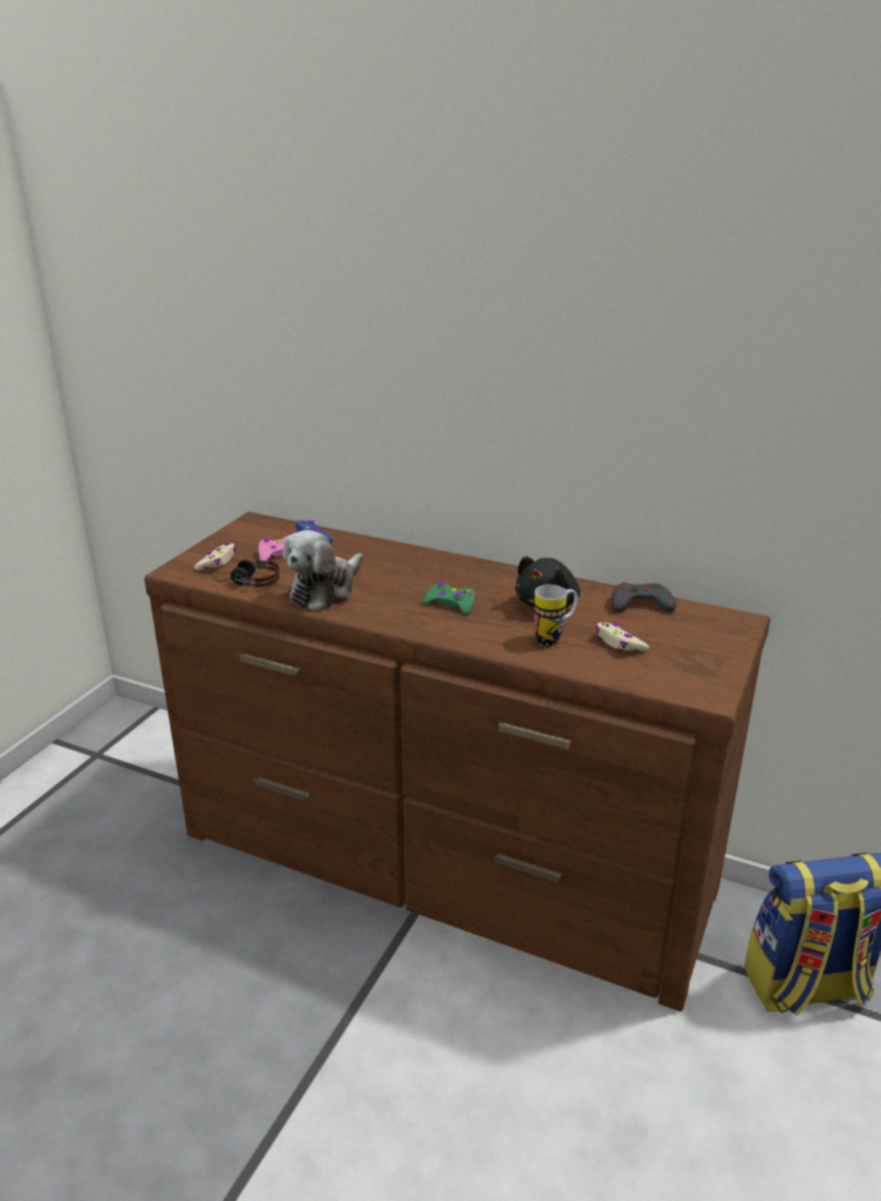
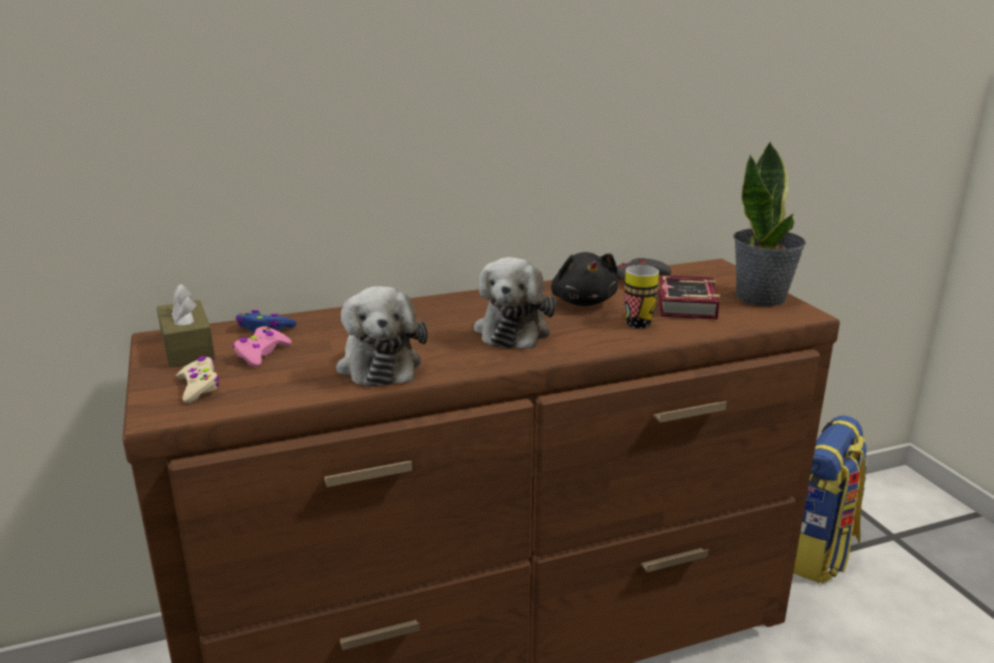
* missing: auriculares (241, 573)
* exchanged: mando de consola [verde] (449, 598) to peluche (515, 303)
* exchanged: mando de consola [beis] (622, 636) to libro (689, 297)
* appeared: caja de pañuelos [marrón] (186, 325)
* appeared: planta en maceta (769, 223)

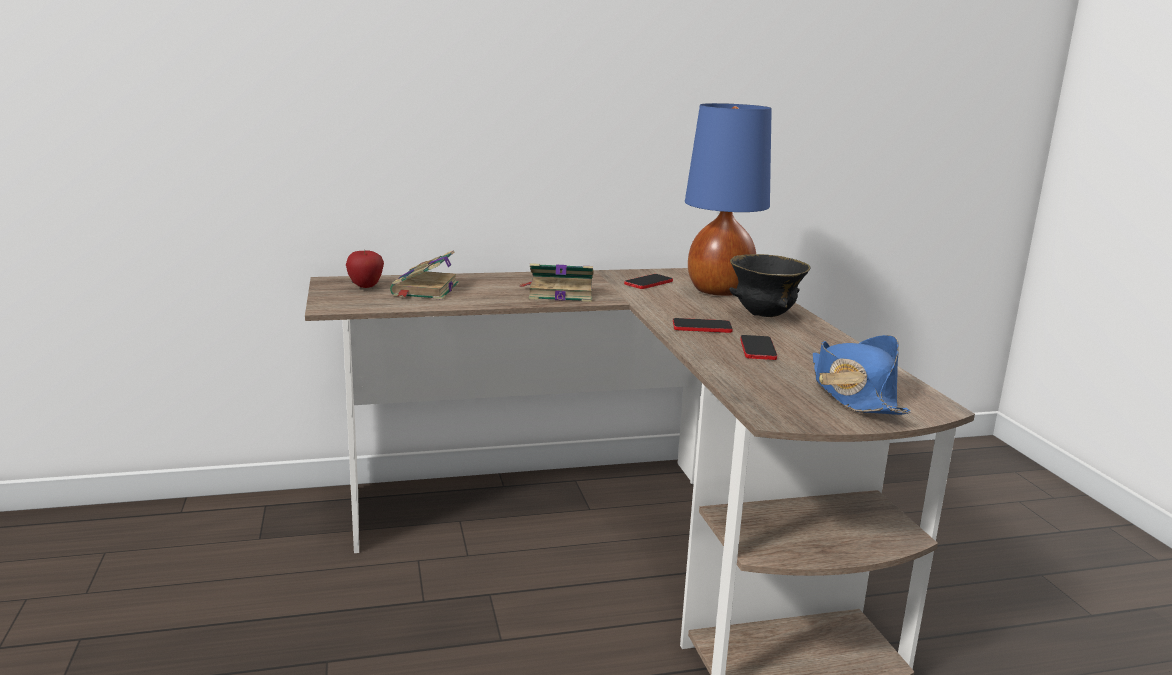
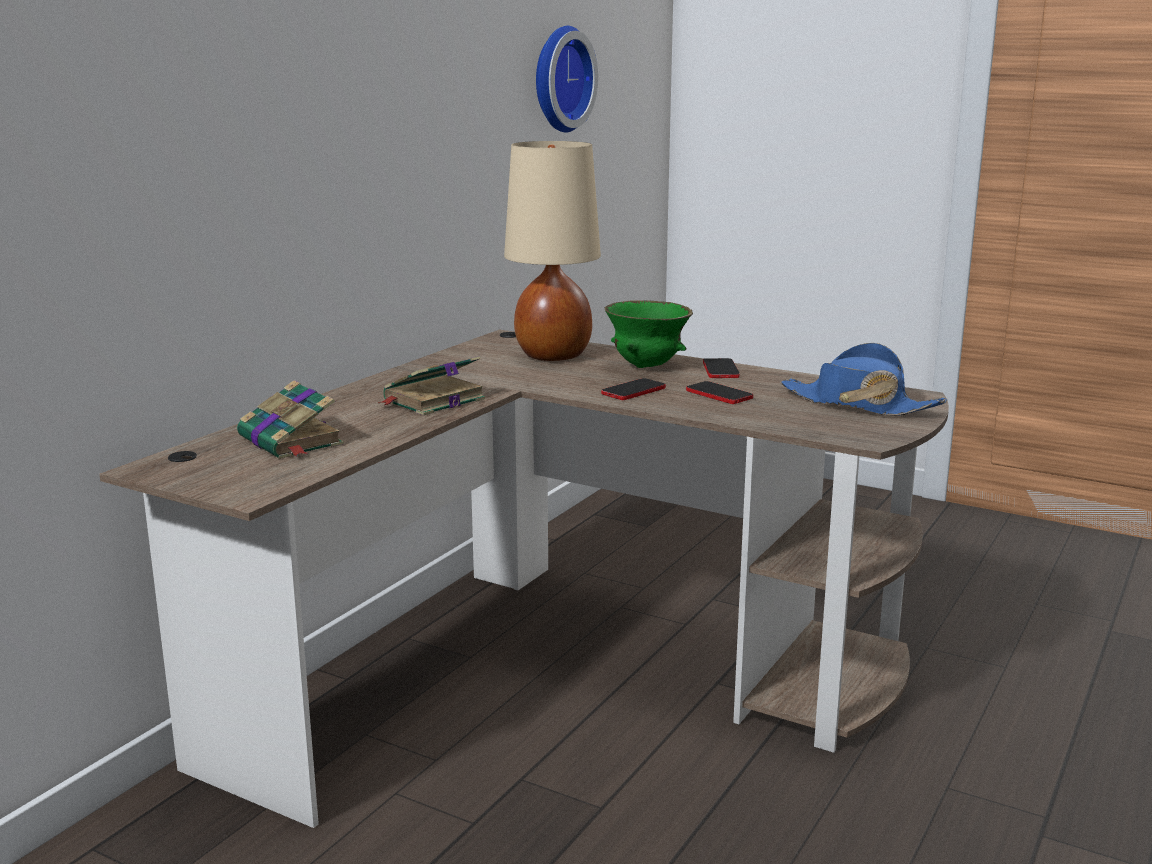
* missing: manzana (365, 268)
* relocated: móvil (648, 281) to (721, 368)
* colour: lámpara de mesa [azul] (728, 199) to lámpara de mesa [beis] (552, 251)
* colour: cuenco [negro] (770, 285) to cuenco [verde] (649, 334)
* appeared: reloj de pared (567, 79)

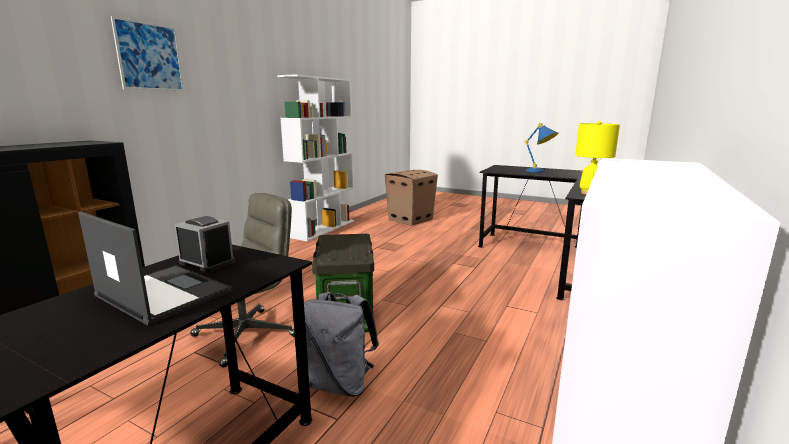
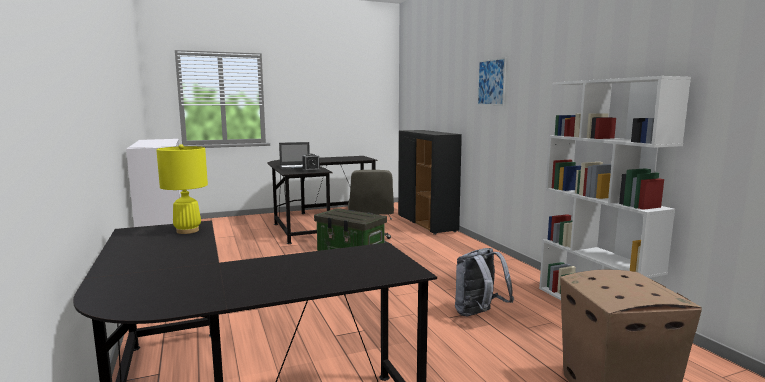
* relocated: mochila [gris] (341, 344) to (484, 282)
* missing: lámpara de mesa [azul] (541, 148)

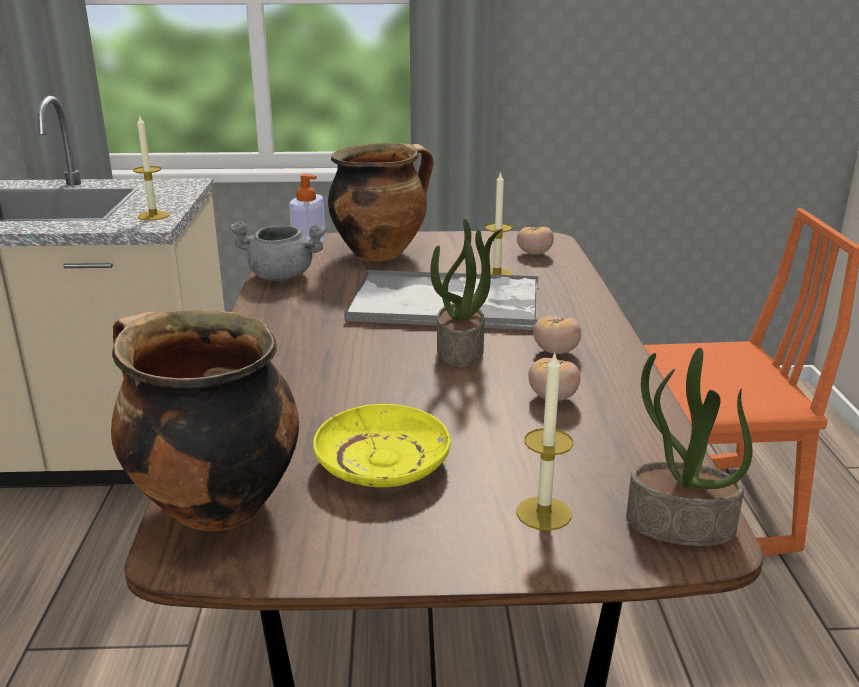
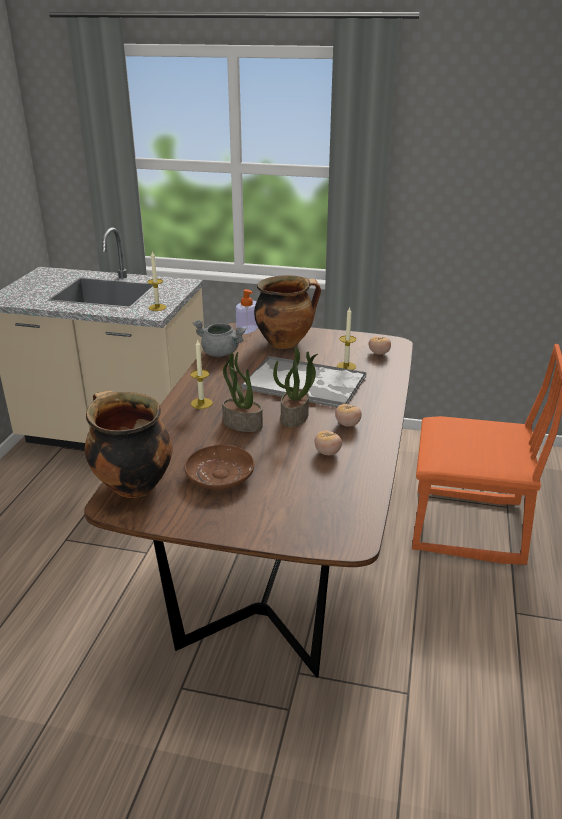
* colour: plato [amarillo] (382, 445) to plato [marrón] (219, 467)
* relocated: vela (545, 441) to (201, 374)
* relocated: planta en maceta (689, 447) to (242, 392)

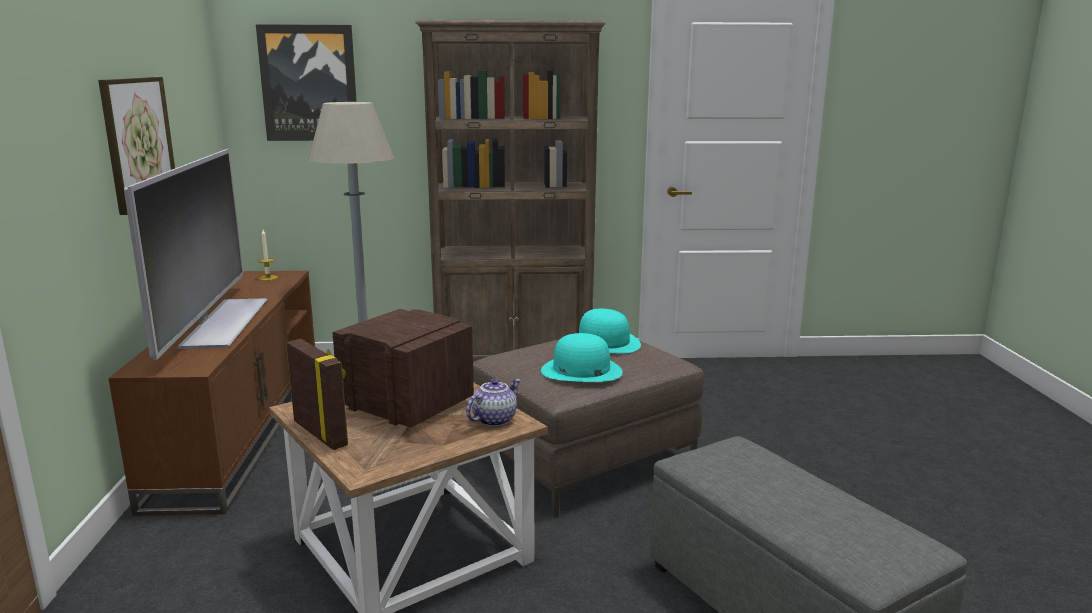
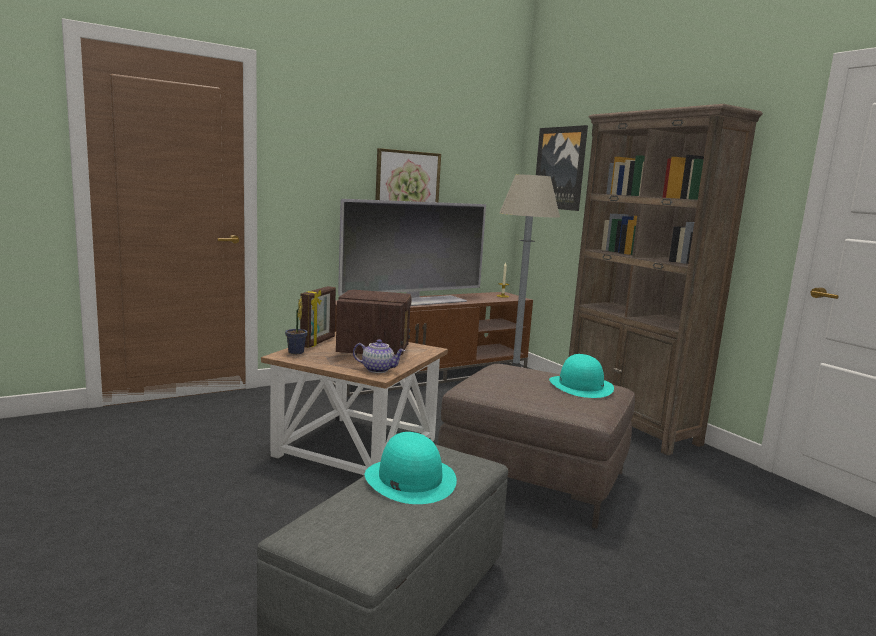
* relocated: sombrero [turquesa] (582, 357) to (411, 468)
* appeared: planta en maceta (296, 325)

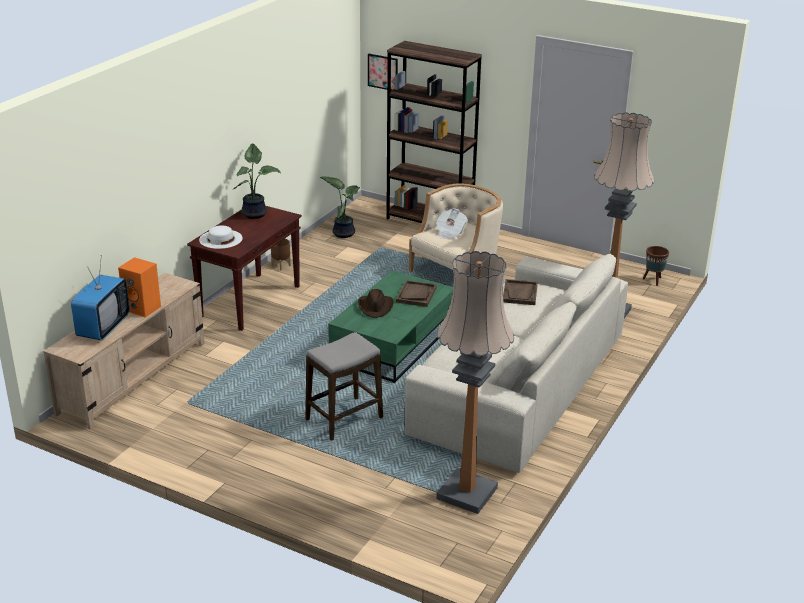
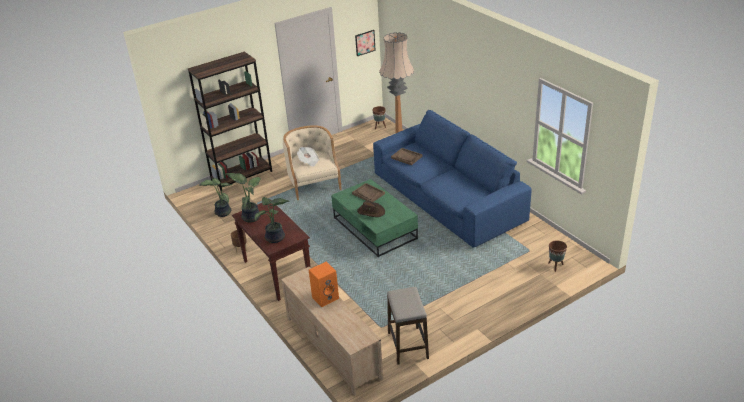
* missing: televisor (100, 298)
* exchanged: sombrero [blanco] (221, 237) to planta en maceta (272, 220)
* relocated: taburete (344, 386) to (408, 326)
* relocated: cuadro (383, 71) to (365, 43)
* colour: sofá [beis] (516, 363) to sofá [azul] (452, 179)
* missing: lámpara de pie (475, 382)
* appeared: maceta [marrón] (557, 256)

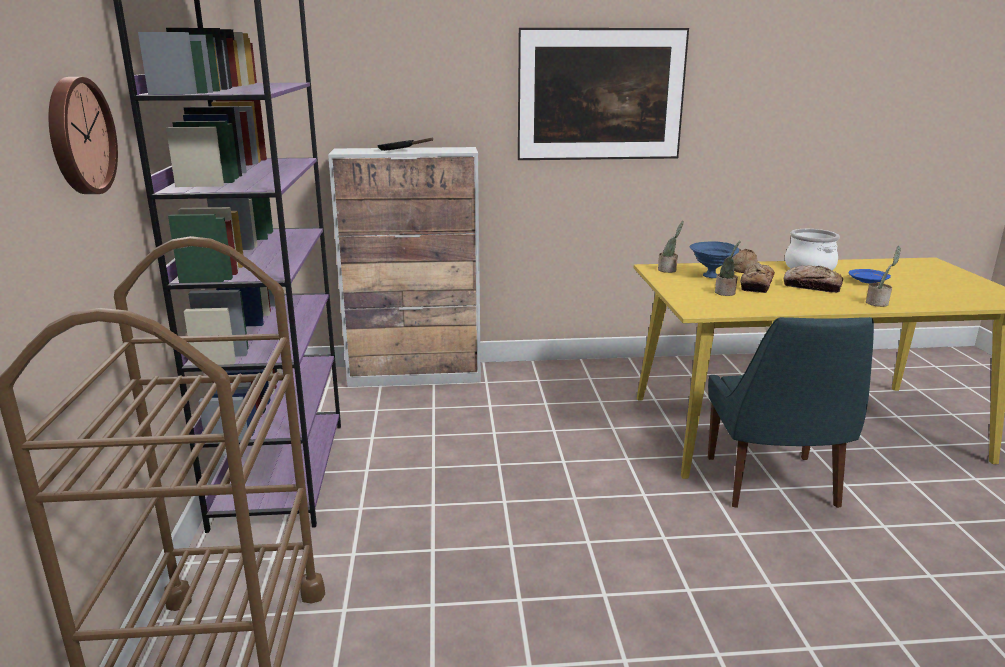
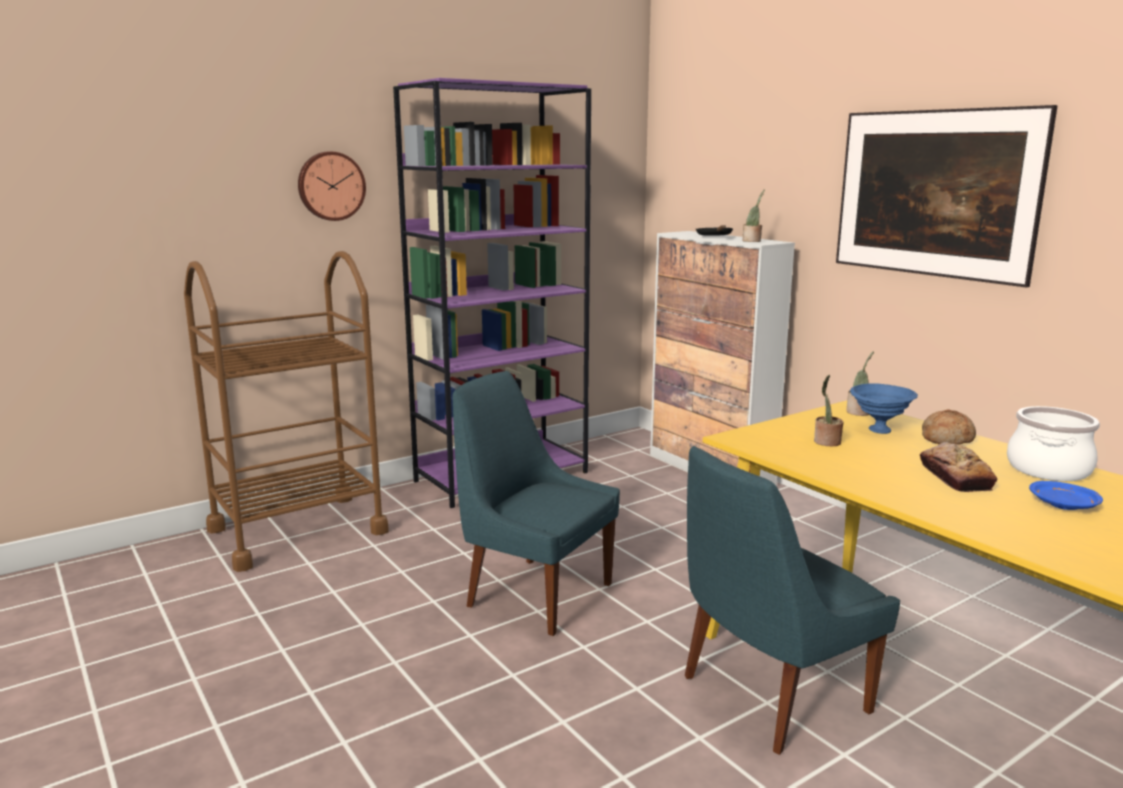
* missing: pan (757, 277)
* relocated: planta en maceta (883, 276) to (753, 215)
* appeared: silla [azul] (536, 503)

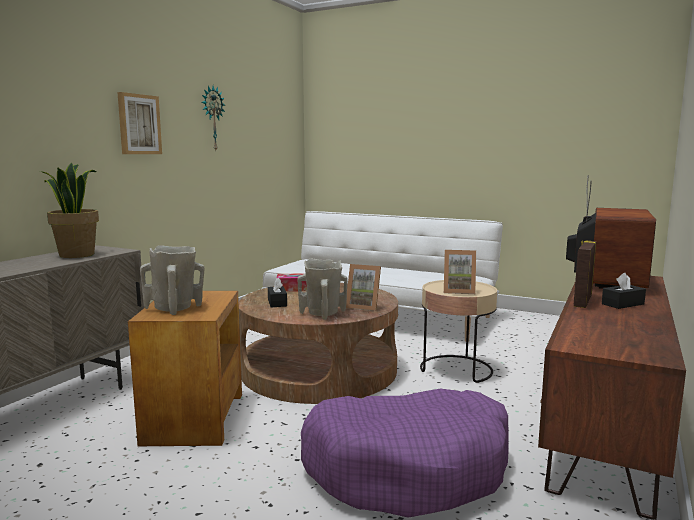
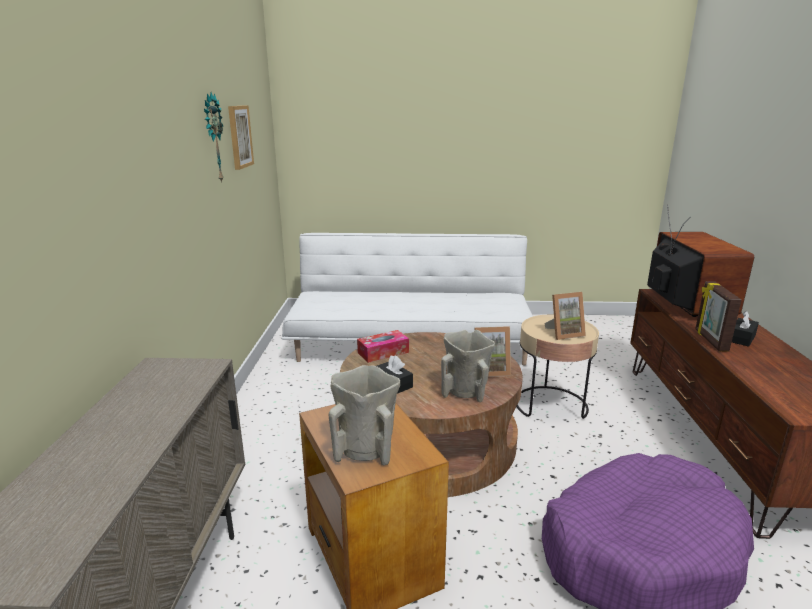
* missing: planta en maceta (69, 210)
* relocated: cuadro (139, 123) to (241, 138)

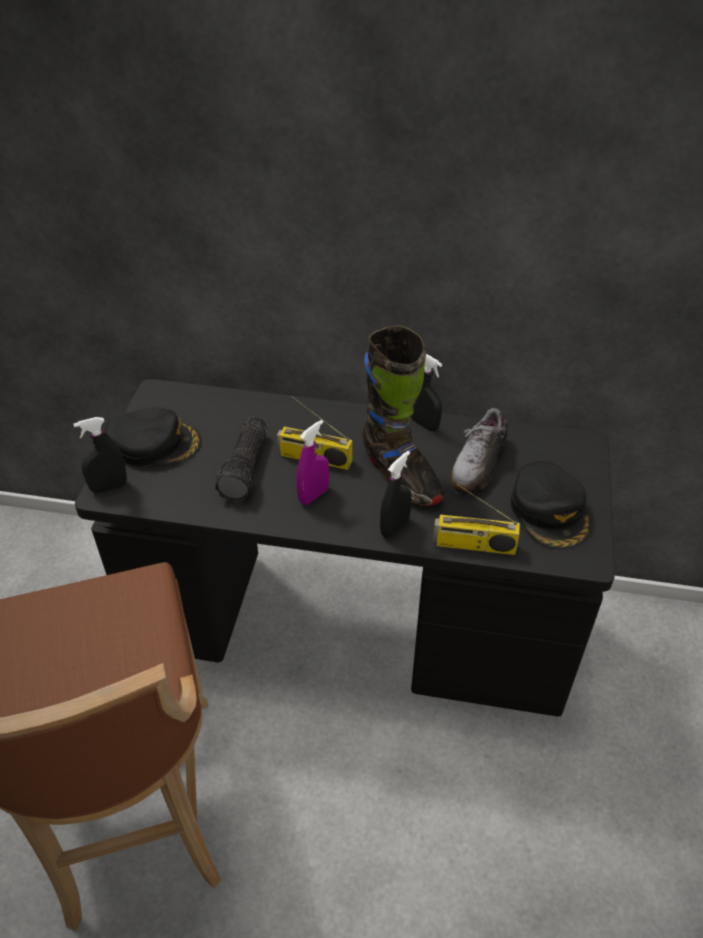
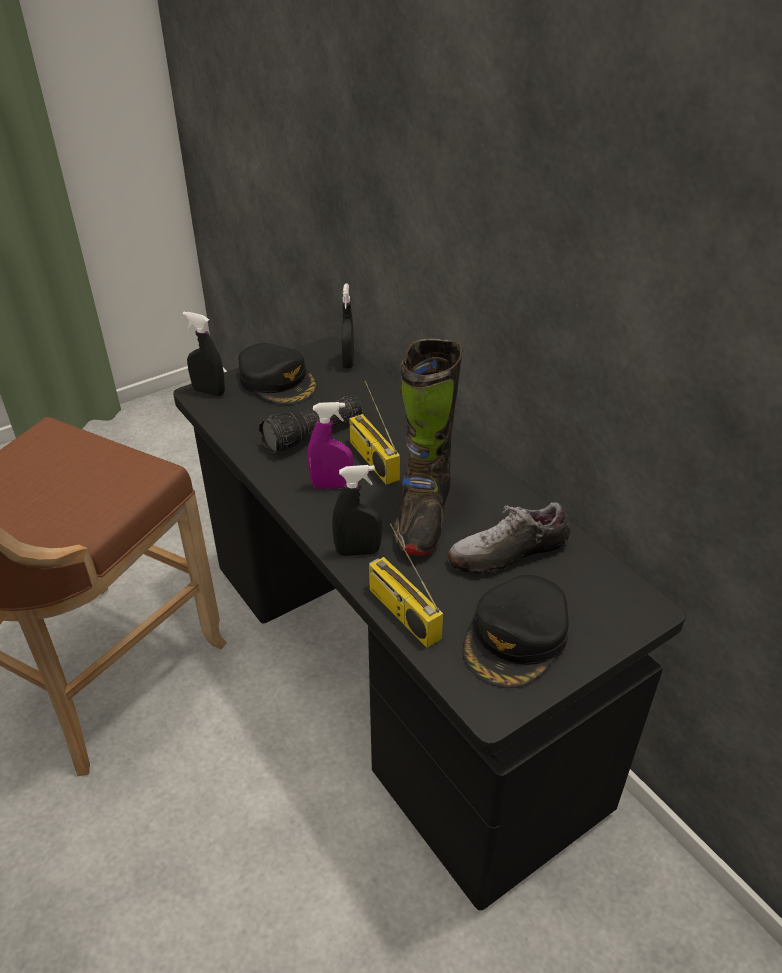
* relocated: pulverizador [negro] (426, 392) to (348, 326)

